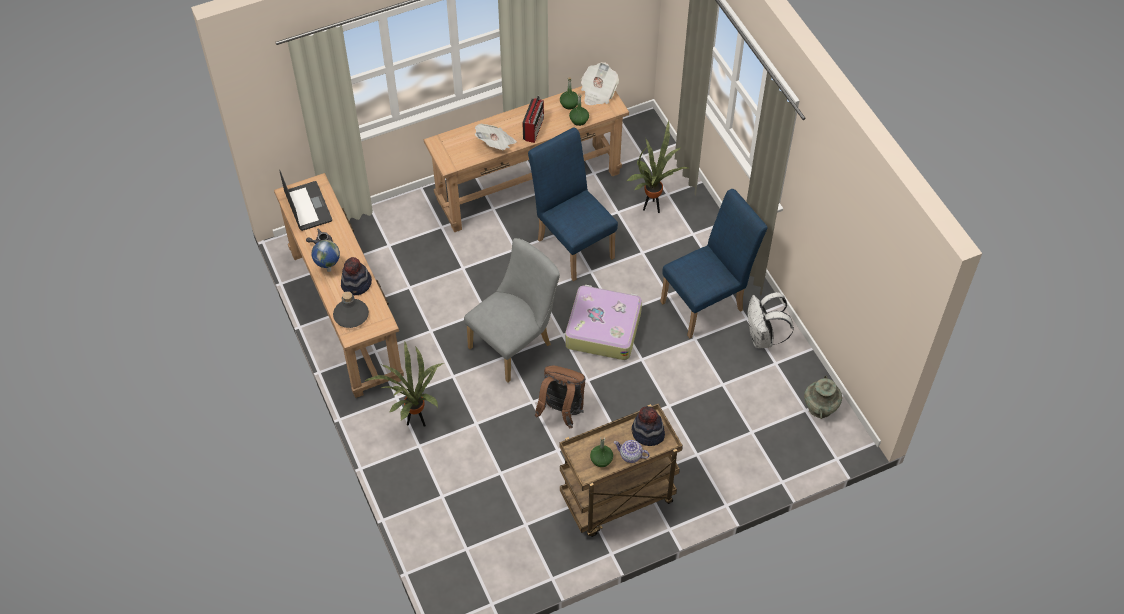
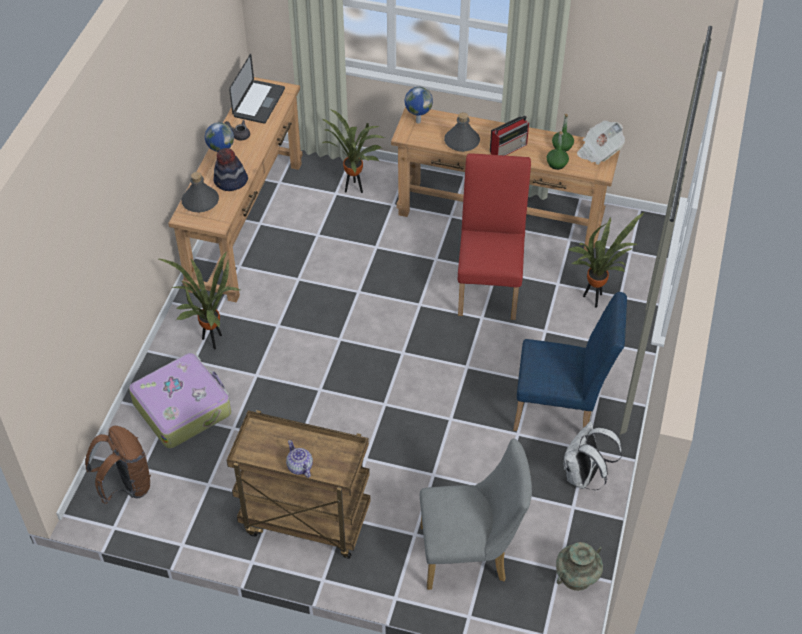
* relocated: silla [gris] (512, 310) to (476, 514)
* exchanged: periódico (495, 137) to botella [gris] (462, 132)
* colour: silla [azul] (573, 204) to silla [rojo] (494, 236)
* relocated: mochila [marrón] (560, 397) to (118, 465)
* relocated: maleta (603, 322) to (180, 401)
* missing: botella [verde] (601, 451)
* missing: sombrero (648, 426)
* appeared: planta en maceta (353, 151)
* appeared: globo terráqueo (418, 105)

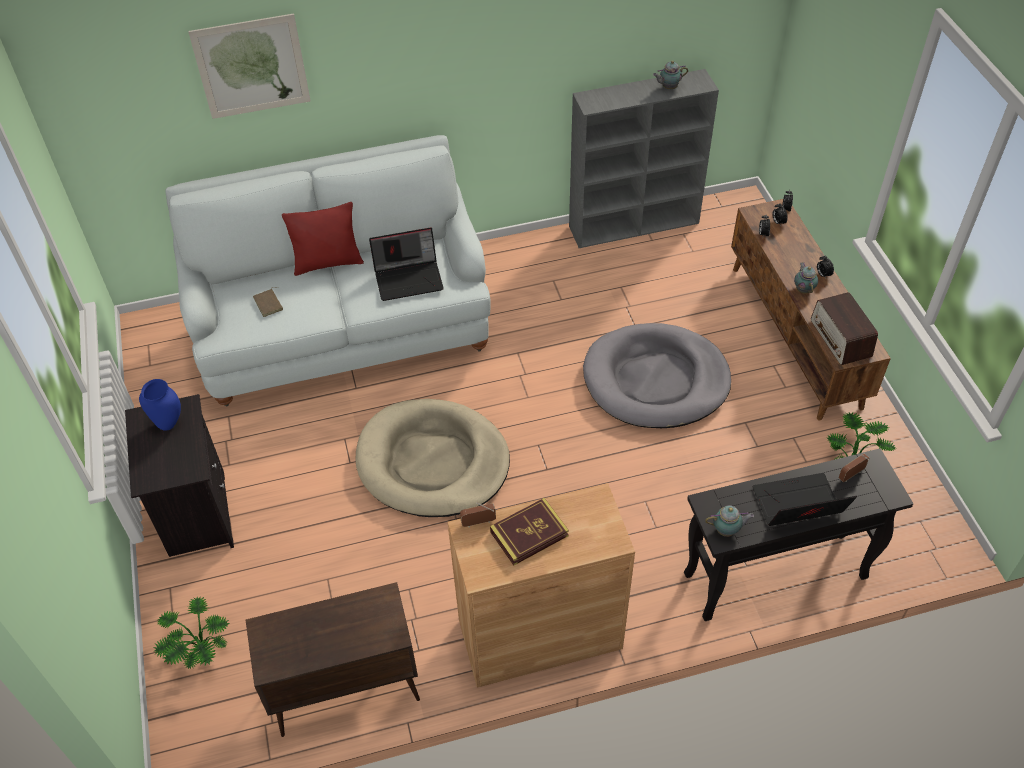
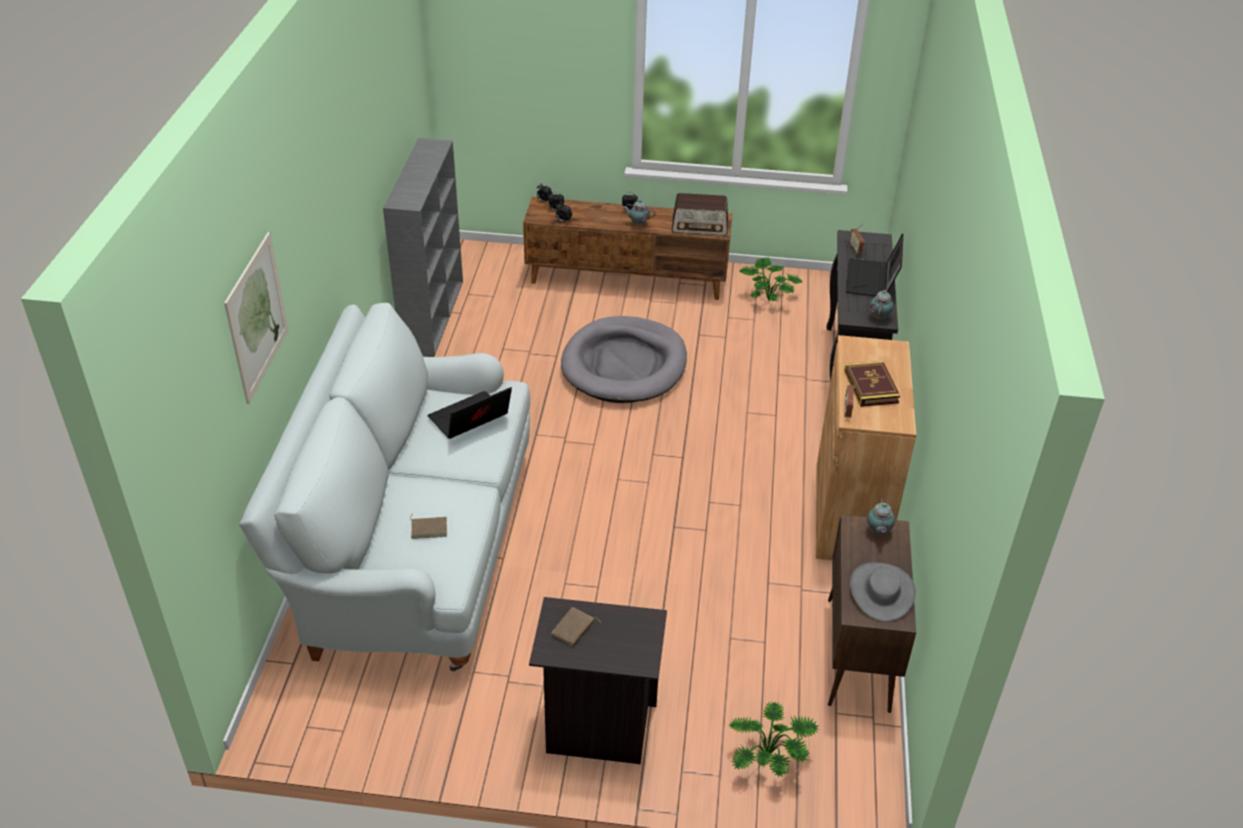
* exchanged: florero [azul] (160, 405) to libro [marrón] (576, 626)
* missing: cojín [rojo] (323, 239)
* missing: cama para perro [beis] (432, 458)
* spun: portátil (406, 264) = (470, 413) 135 degrees counterclockwise
* relocated: tetera (670, 75) to (881, 516)
* appeared: sombrero [gris] (883, 592)

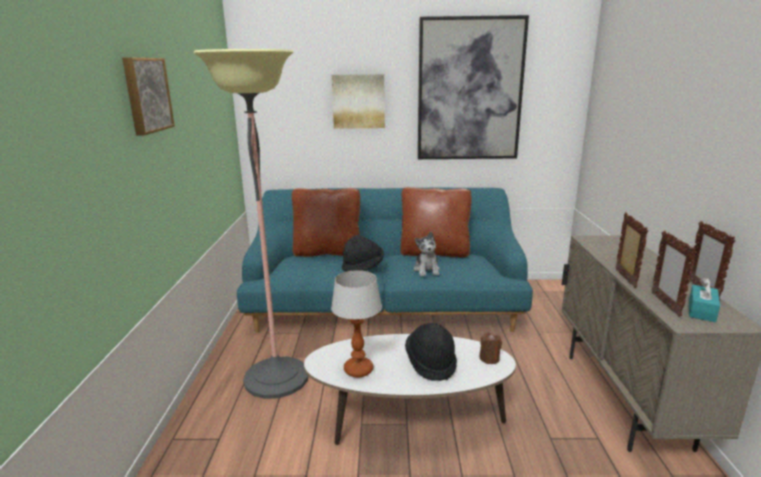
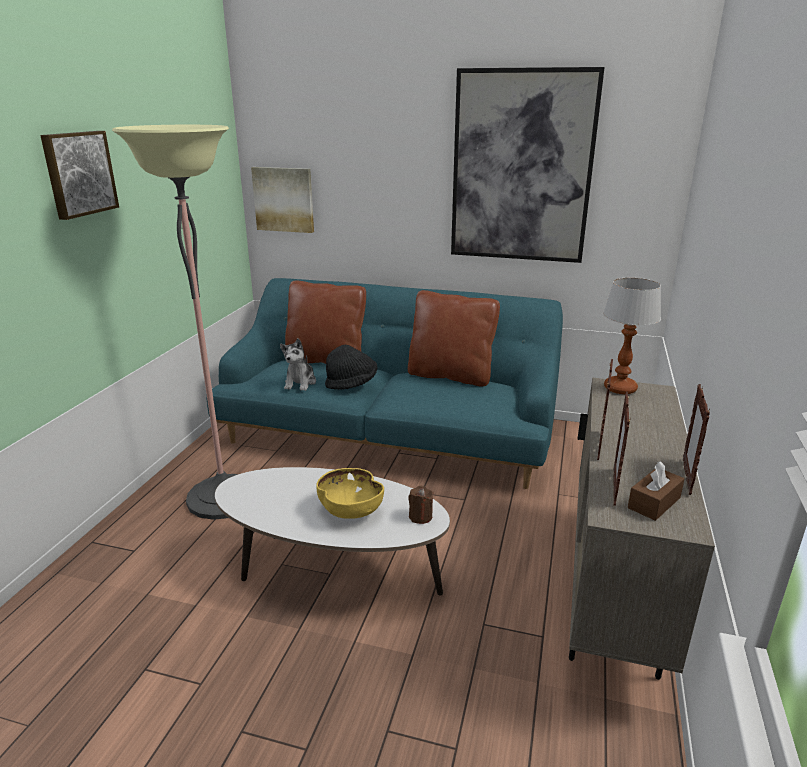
* relocated: lámpara de mesa (356, 323) to (632, 336)
* relocated: cuadro (358, 101) to (282, 200)
* exchanged: sombrero [negro] (431, 352) to cuenco [amarillo] (350, 493)
* relocated: peluche (427, 254) to (298, 364)
* colour: caja de pañuelos [turquesa] (704, 300) to caja de pañuelos [marrón] (656, 491)

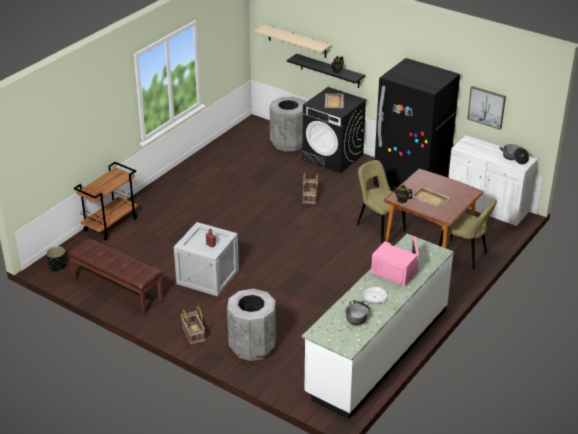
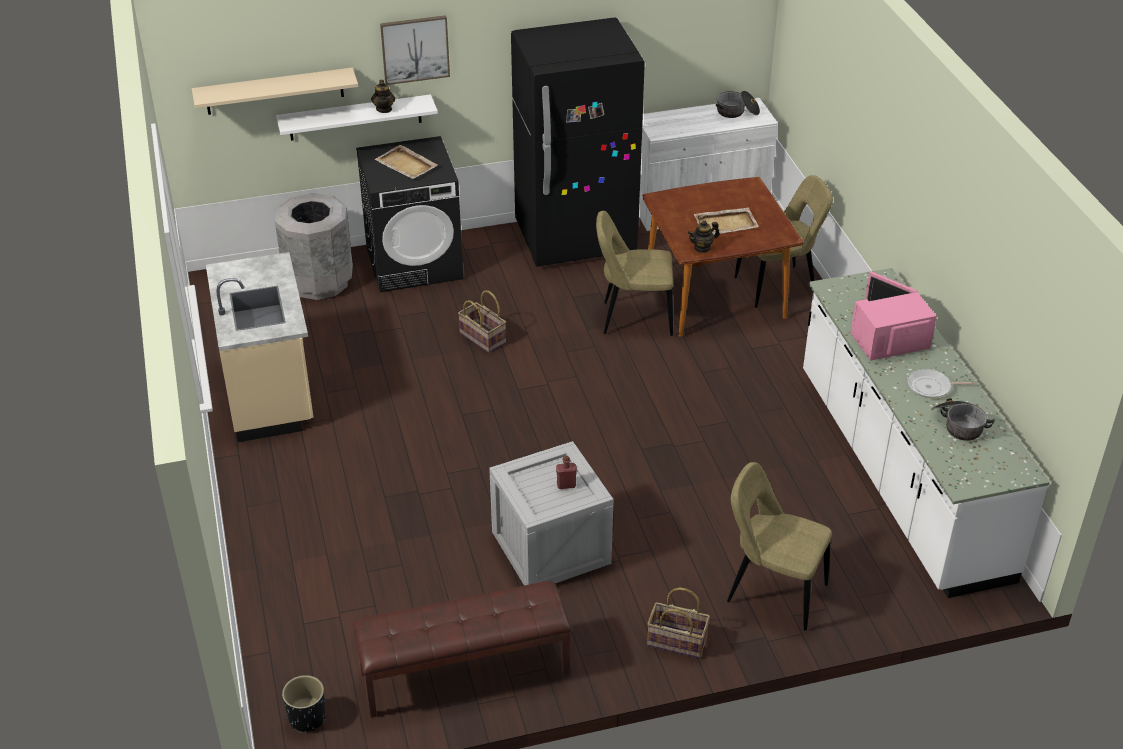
* missing: carrito [marrón] (106, 201)
* exchanged: papelera [gris] (251, 325) to silla [beis] (779, 546)
* colour: estante [negro] (326, 71) to estante [blanco] (357, 117)
* relocated: cuadro (486, 108) to (415, 50)
* appeared: mueble bajo de cocina [beis] (259, 347)

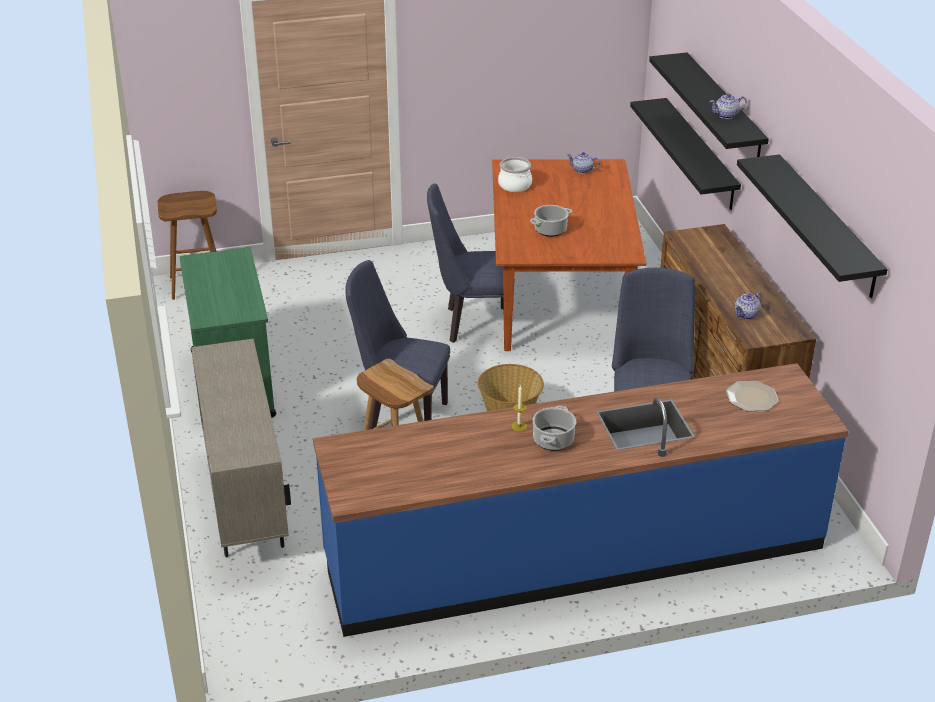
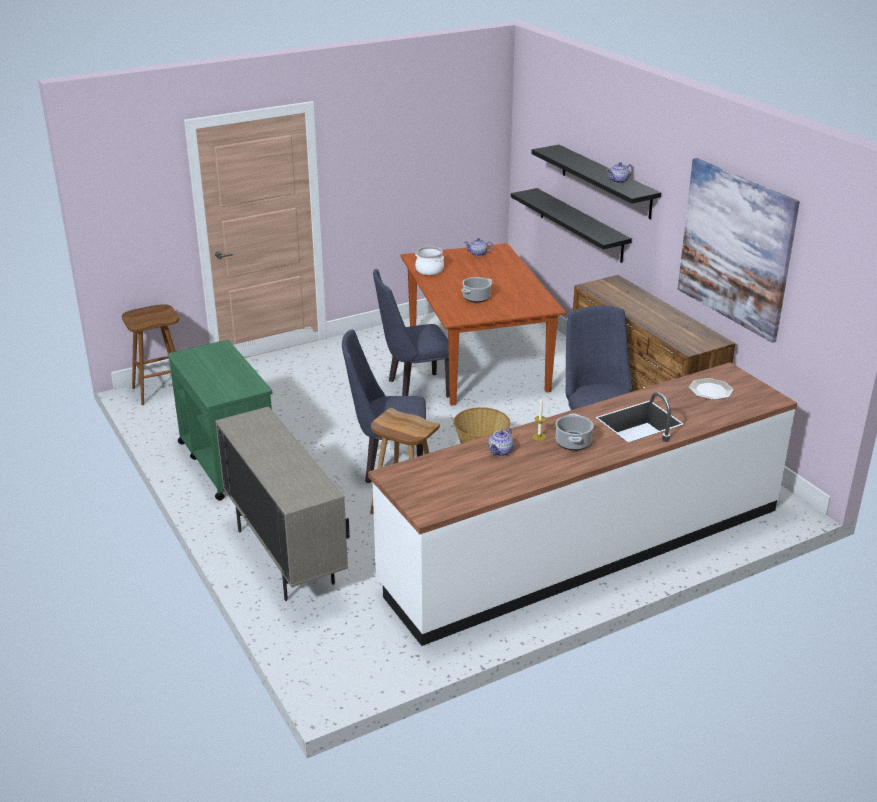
* colour: mueble bajo de cocina [azul] (581, 500) to mueble bajo de cocina [blanco] (582, 504)
* relocated: tetera (748, 306) to (501, 442)
* exchanged: estante [negro] (812, 226) to cuadro (739, 250)

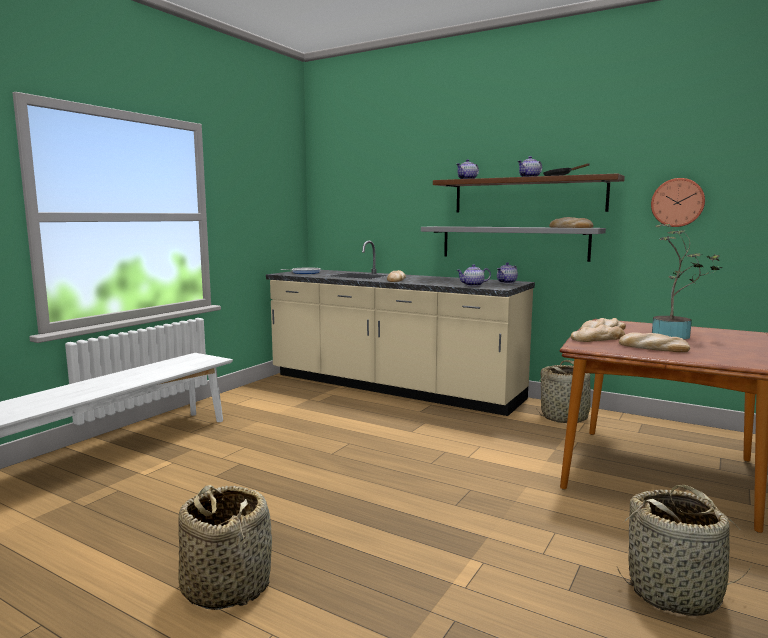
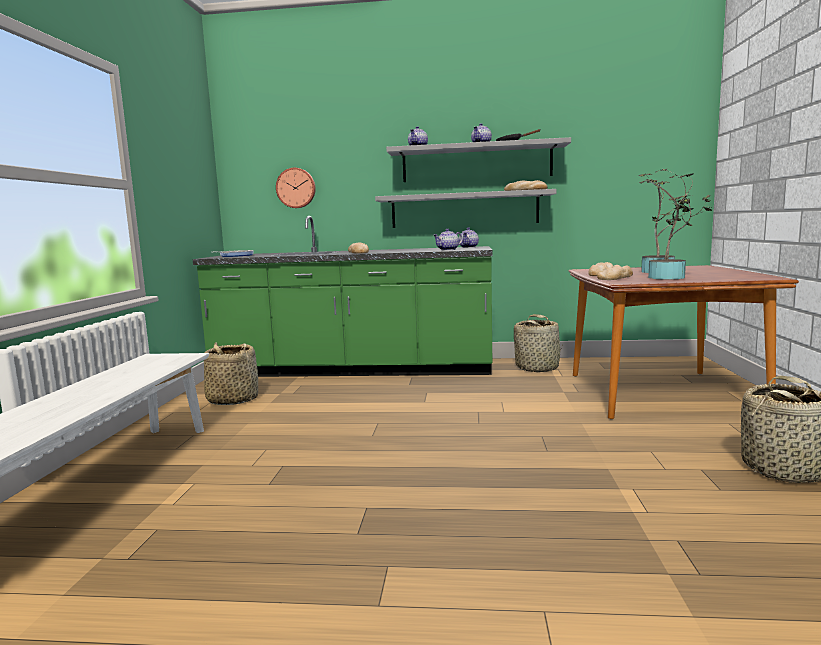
* relocated: cesta (225, 547) to (231, 373)
* colour: mueble bajo de cocina [beis] (400, 328) to mueble bajo de cocina [verde] (343, 296)
* colour: estante [marrón] (529, 192) to estante [gris] (478, 159)
* exchanged: pan (654, 342) to planta en maceta (675, 224)
* relocated: reloj de pared (678, 202) to (296, 188)

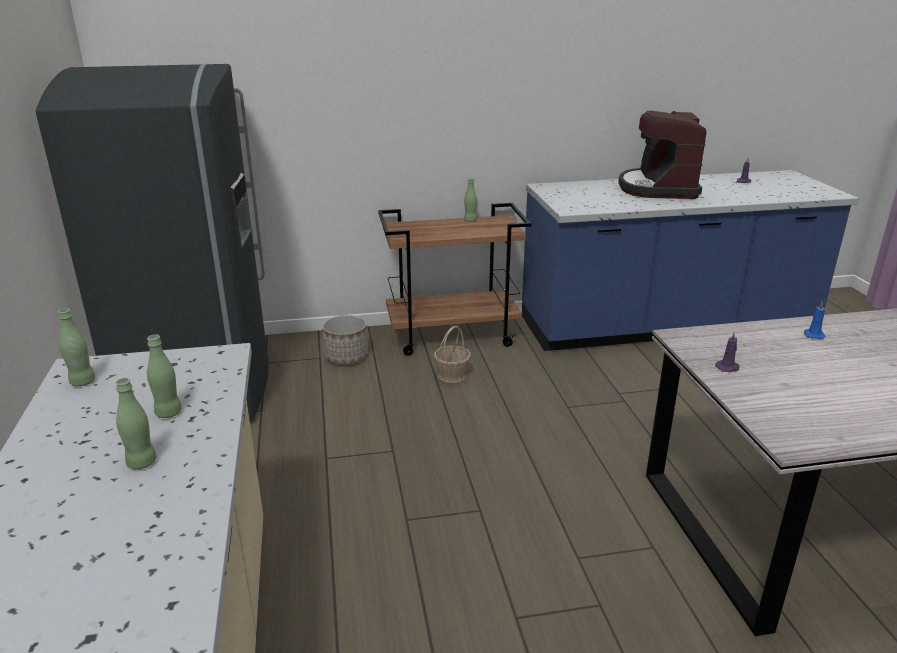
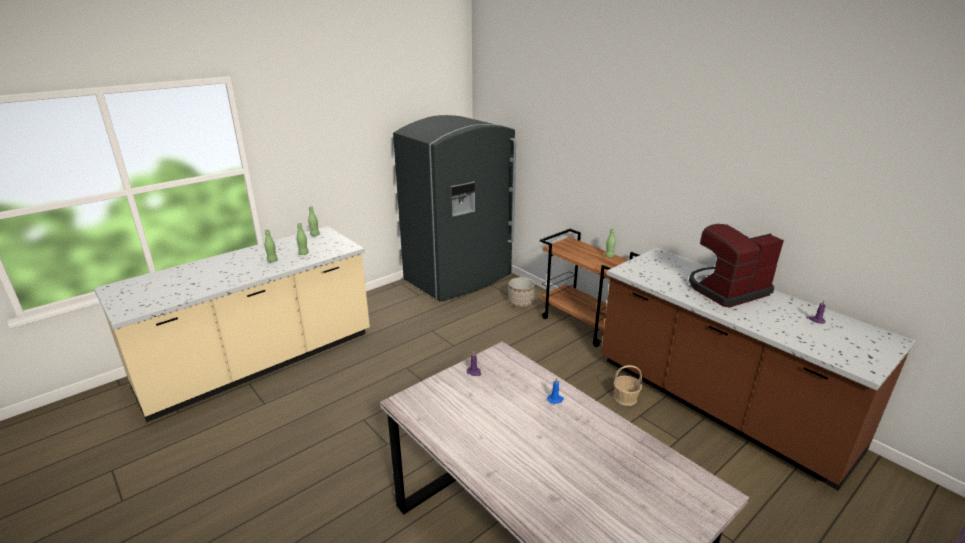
* relocated: cesta (452, 354) to (628, 385)
* colour: mueble bajo de cocina [azul] (690, 260) to mueble bajo de cocina [marrón] (758, 369)

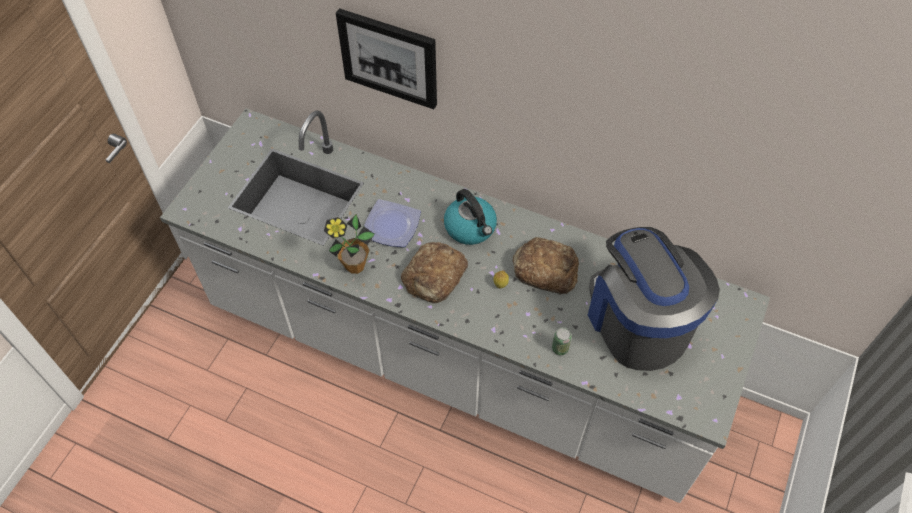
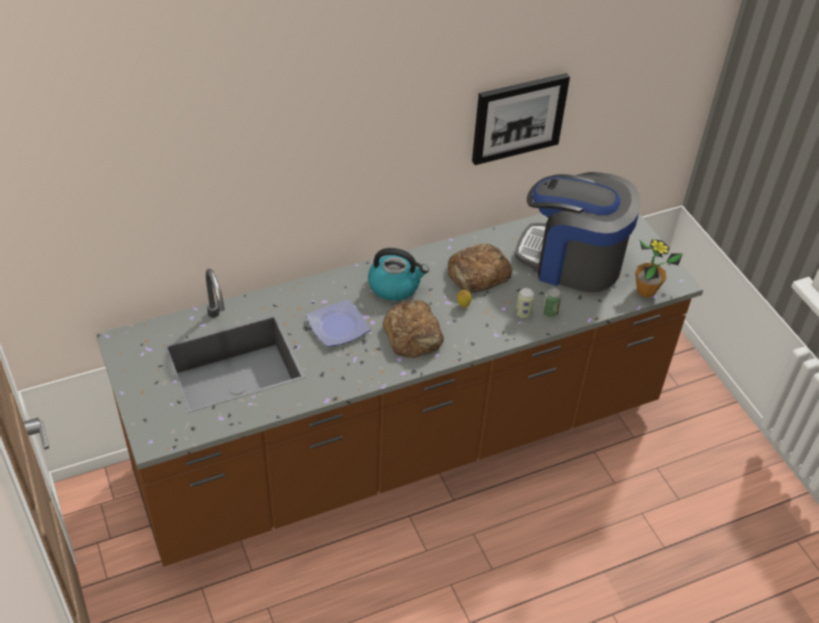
* colour: mueble bajo de cocina [blanco] (465, 305) to mueble bajo de cocina [marrón] (399, 390)
* relocated: planta en maceta (349, 244) to (659, 268)
* relocated: cuadro (386, 58) to (521, 119)
* appeared: lata (525, 303)

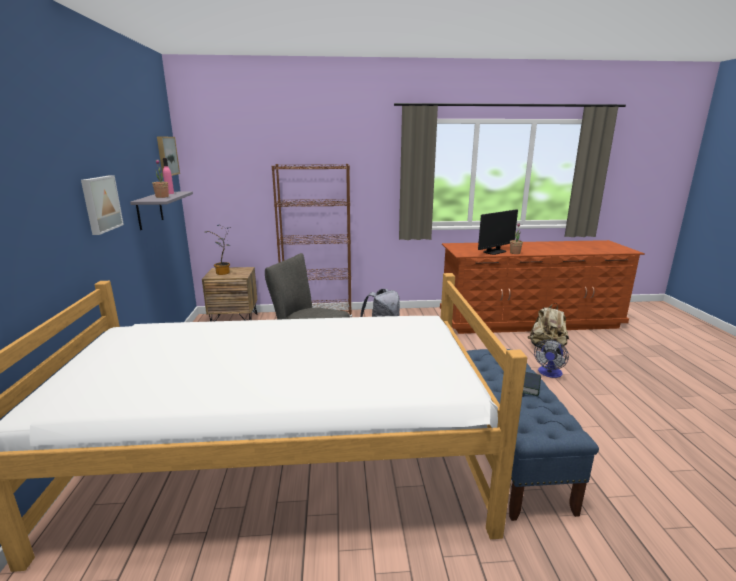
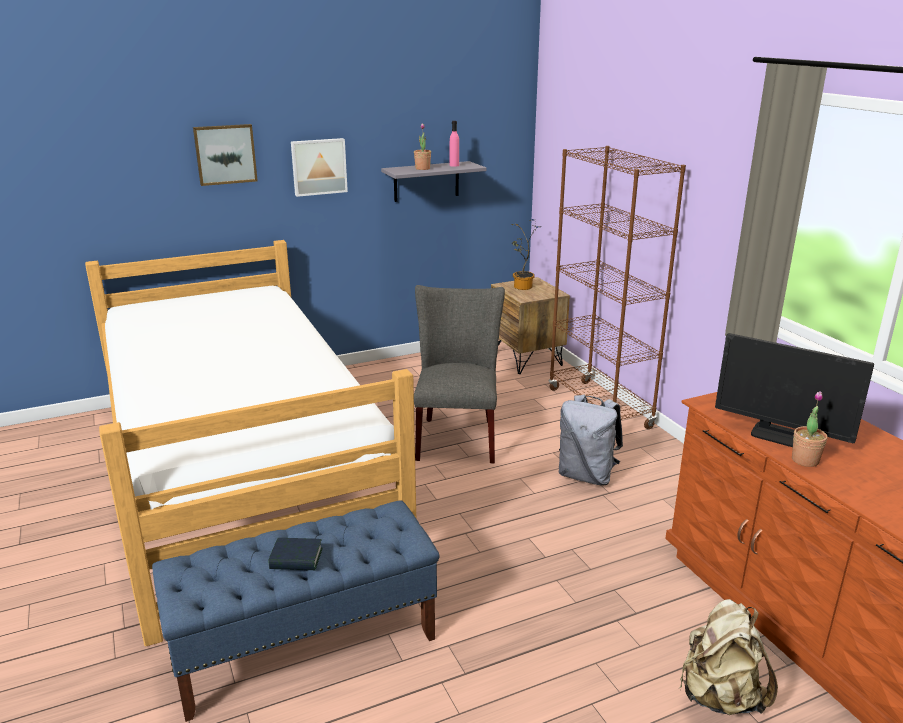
* relocated: cuadro (168, 156) to (225, 155)
* missing: ventilador (551, 358)

